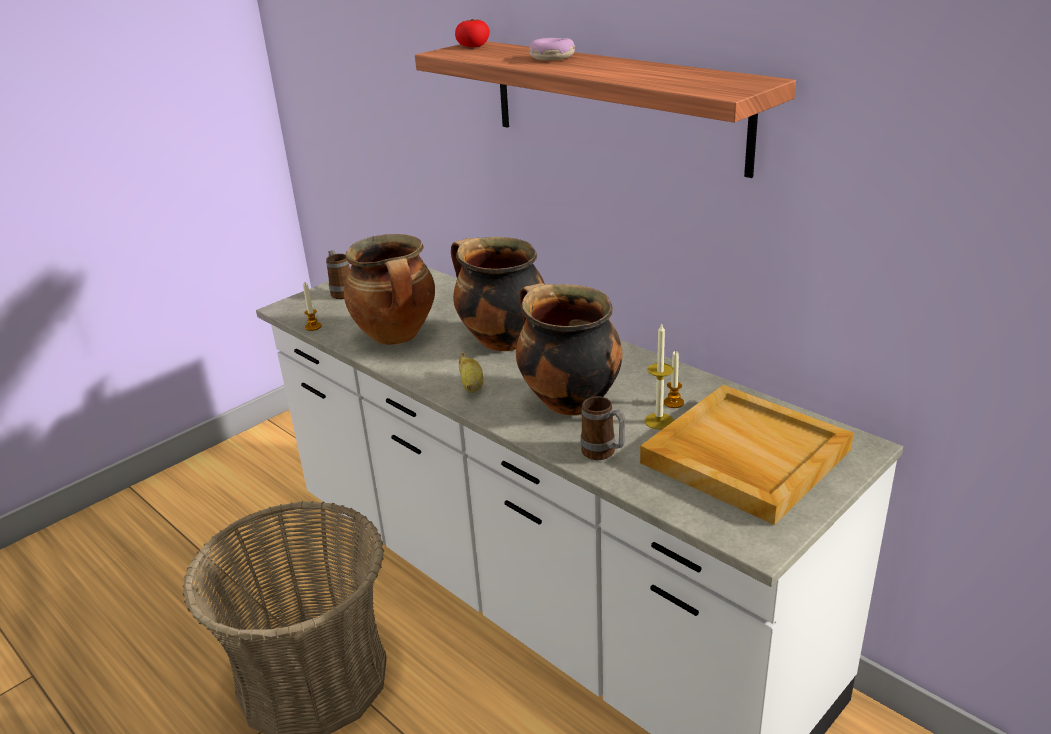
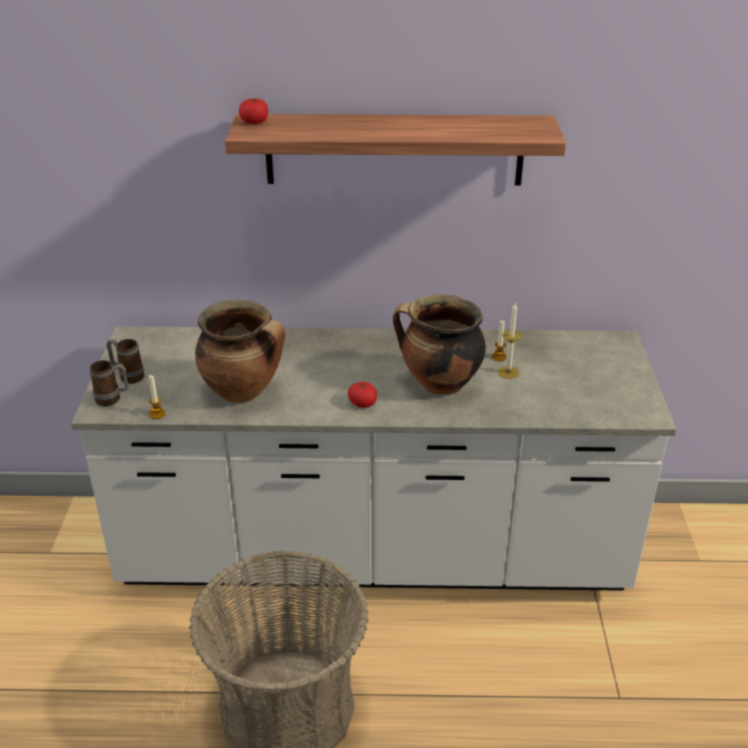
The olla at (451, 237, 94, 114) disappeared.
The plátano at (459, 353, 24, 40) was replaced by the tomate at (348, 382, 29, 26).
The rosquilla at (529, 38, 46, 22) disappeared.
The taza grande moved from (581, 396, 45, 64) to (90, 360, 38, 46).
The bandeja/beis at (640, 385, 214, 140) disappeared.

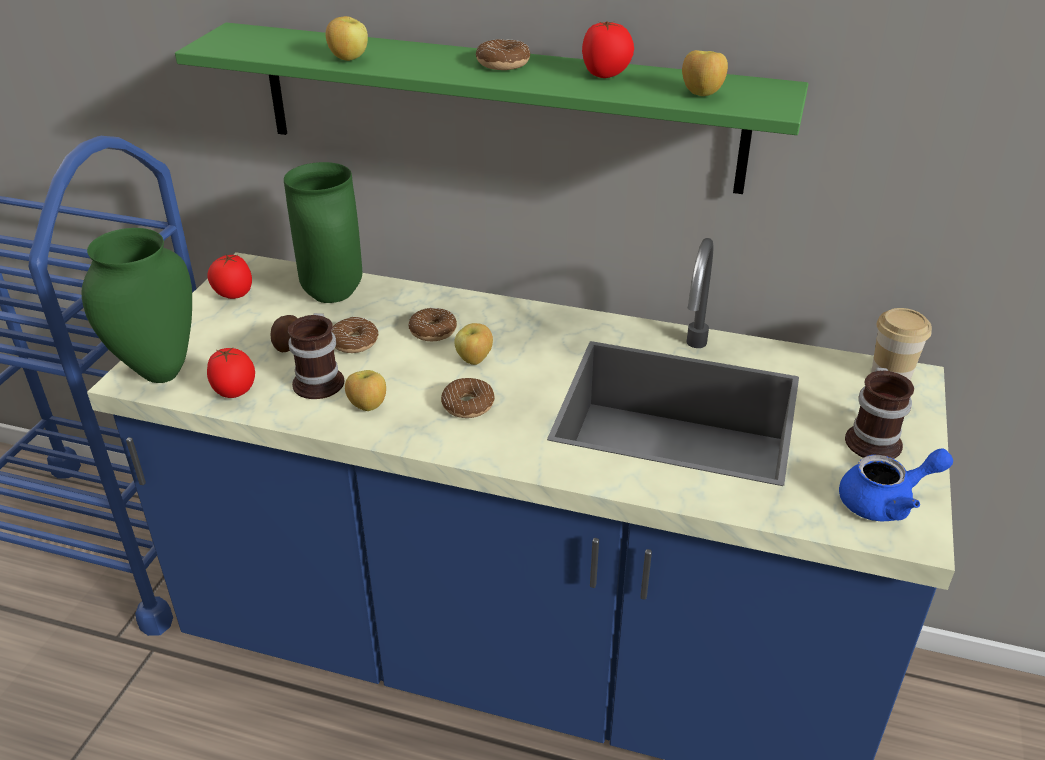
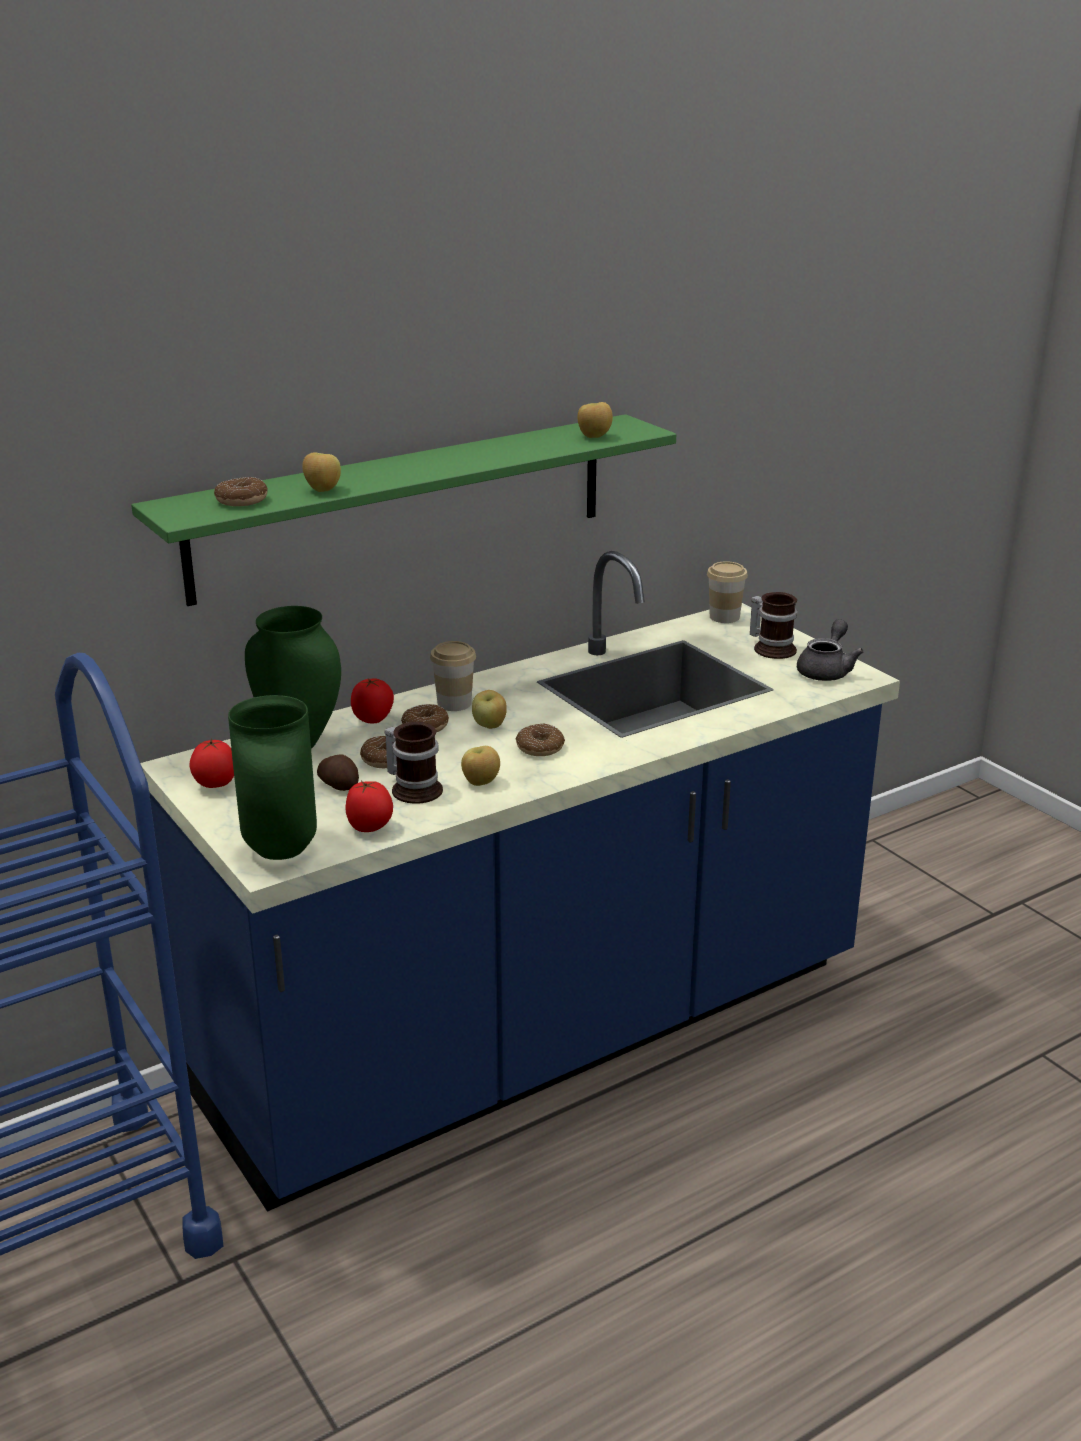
The rosquilla moved from (476, 39, 54, 31) to (214, 477, 54, 29).
The tomate moved from (582, 21, 52, 57) to (351, 679, 43, 44).
The tetera/azul at (839, 448, 114, 74) became the tetera/gris at (797, 619, 67, 62).
The taza at (430, 641, 46, 70) appeared.

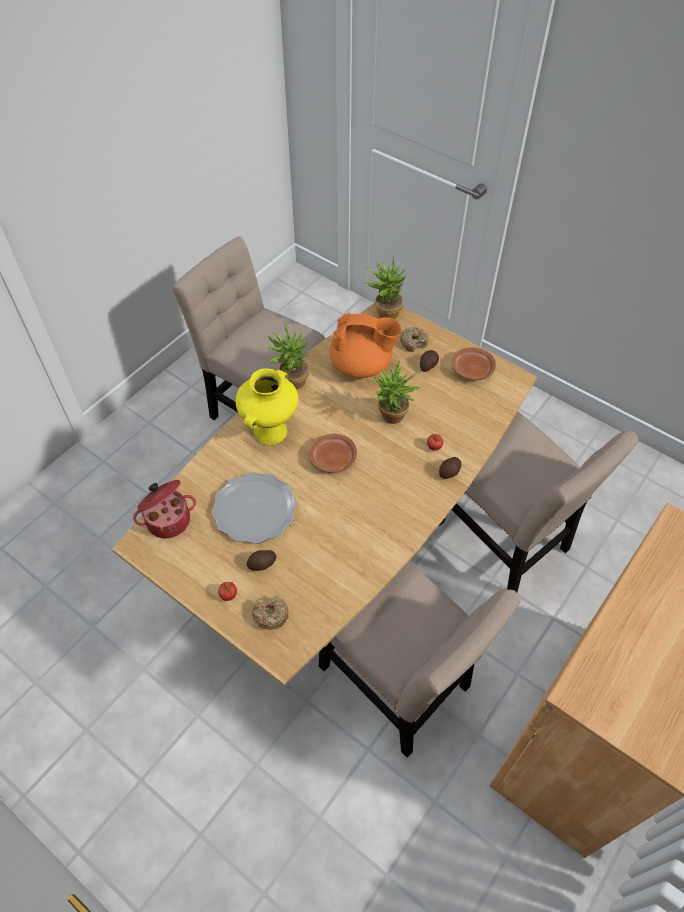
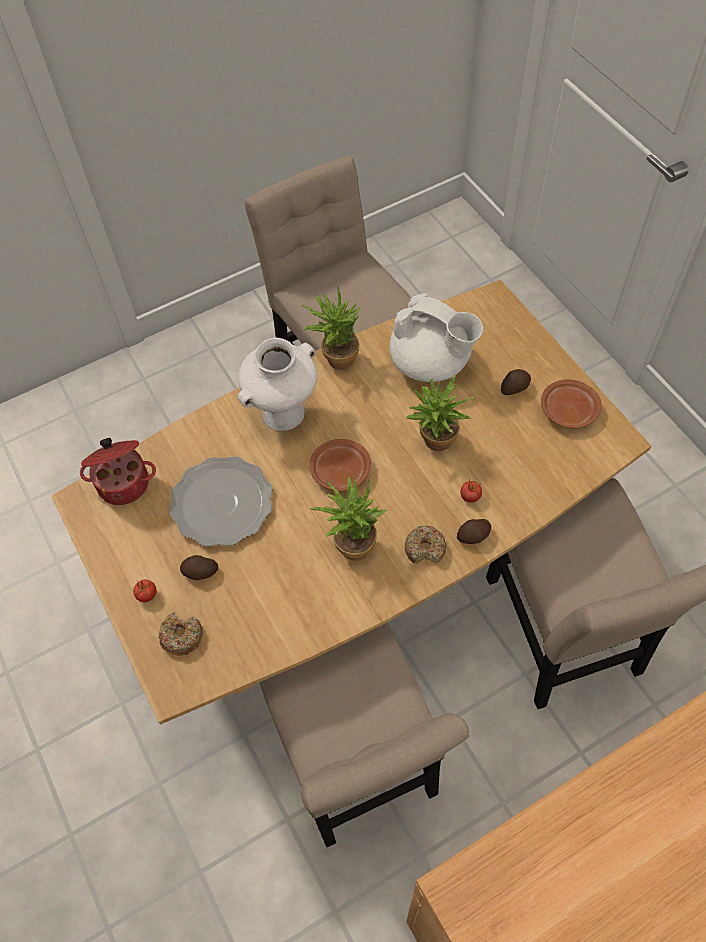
The florero/amarillo at (236, 368, 62, 77) became the florero/blanco at (237, 338, 80, 93).
The tetera/naranja at (330, 313, 72, 65) became the tetera/blanco at (390, 293, 93, 89).
The planta en maceta moved from (364, 256, 43, 64) to (311, 477, 75, 84).
The rosquilla moved from (400, 327, 29, 25) to (405, 525, 41, 39).

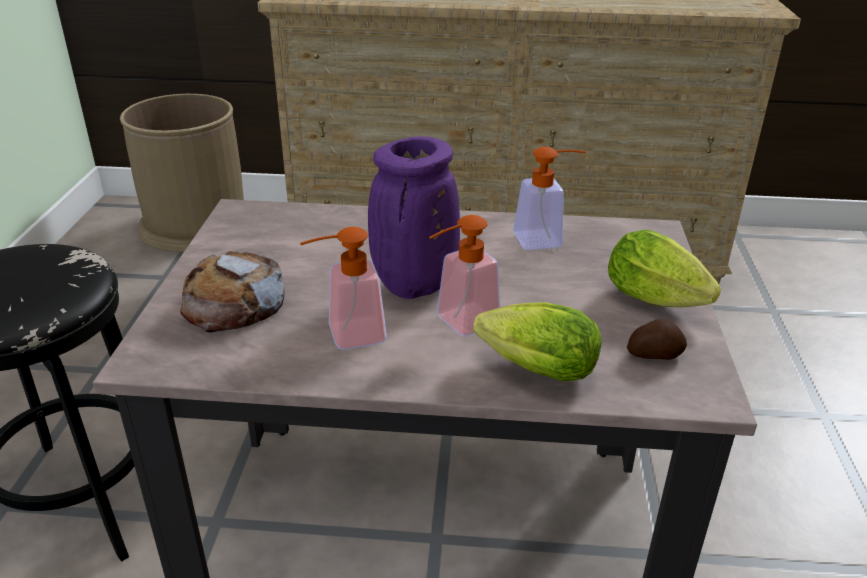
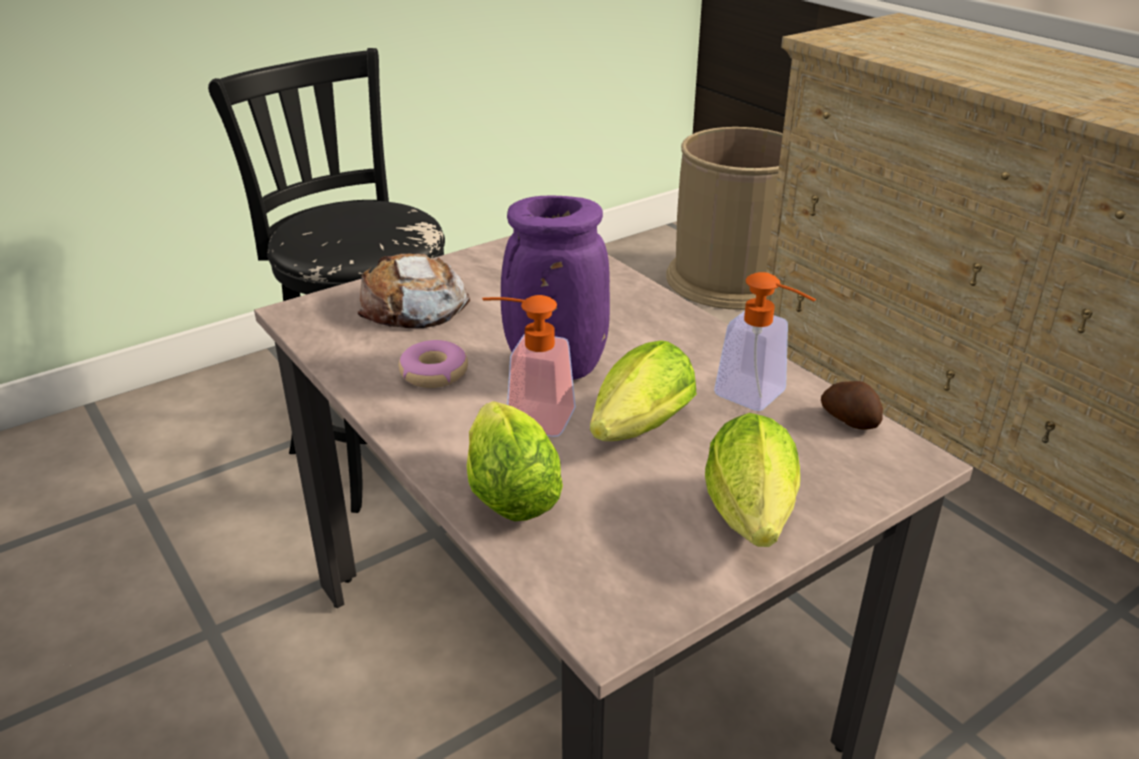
The dispensador de jabón at (300, 227, 87, 123) was replaced by the rosquilla at (399, 340, 69, 48).
The patata moved from (627, 319, 60, 41) to (821, 381, 62, 49).
The lechuga at (590, 340, 106, 101) appeared.

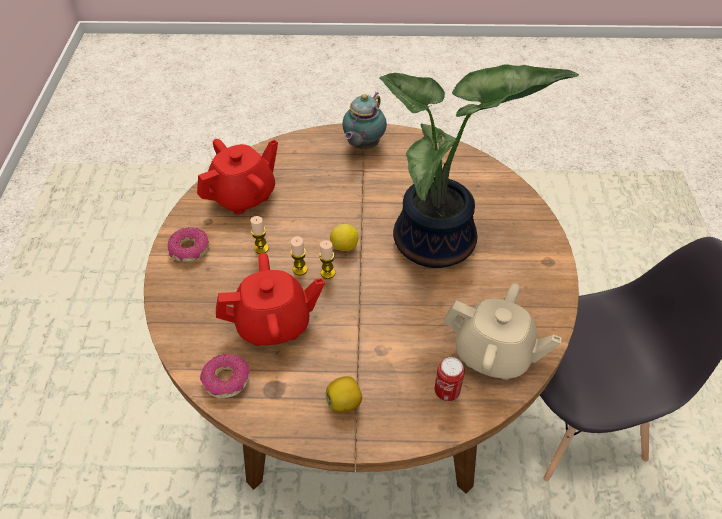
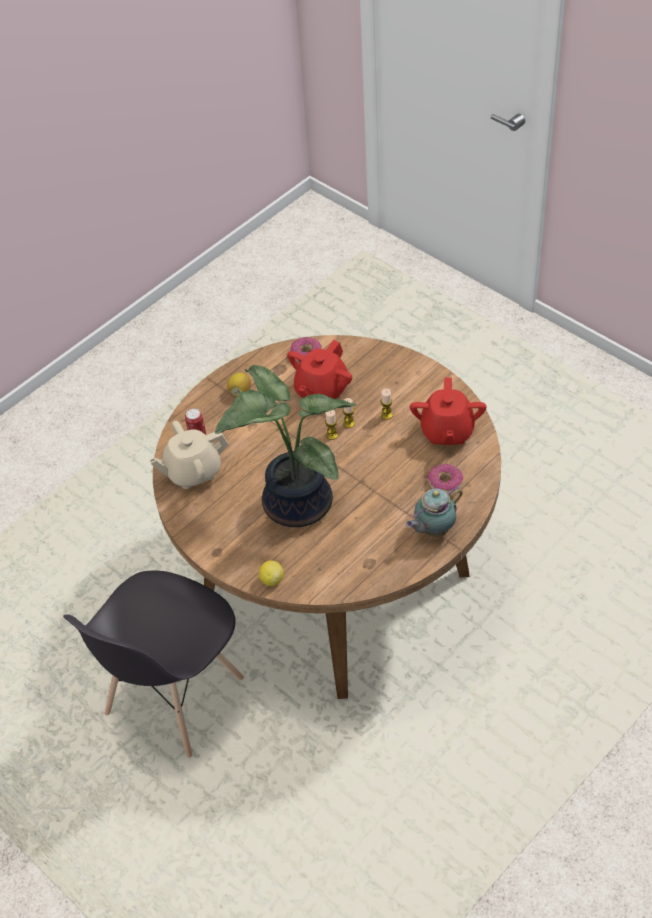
The rosquilla moved from (168, 227, 41, 35) to (427, 464, 37, 29).
The limón moved from (330, 224, 28, 27) to (259, 560, 25, 26).
The tetera at (343, 92, 44, 57) turned 105 degrees counterclockwise.

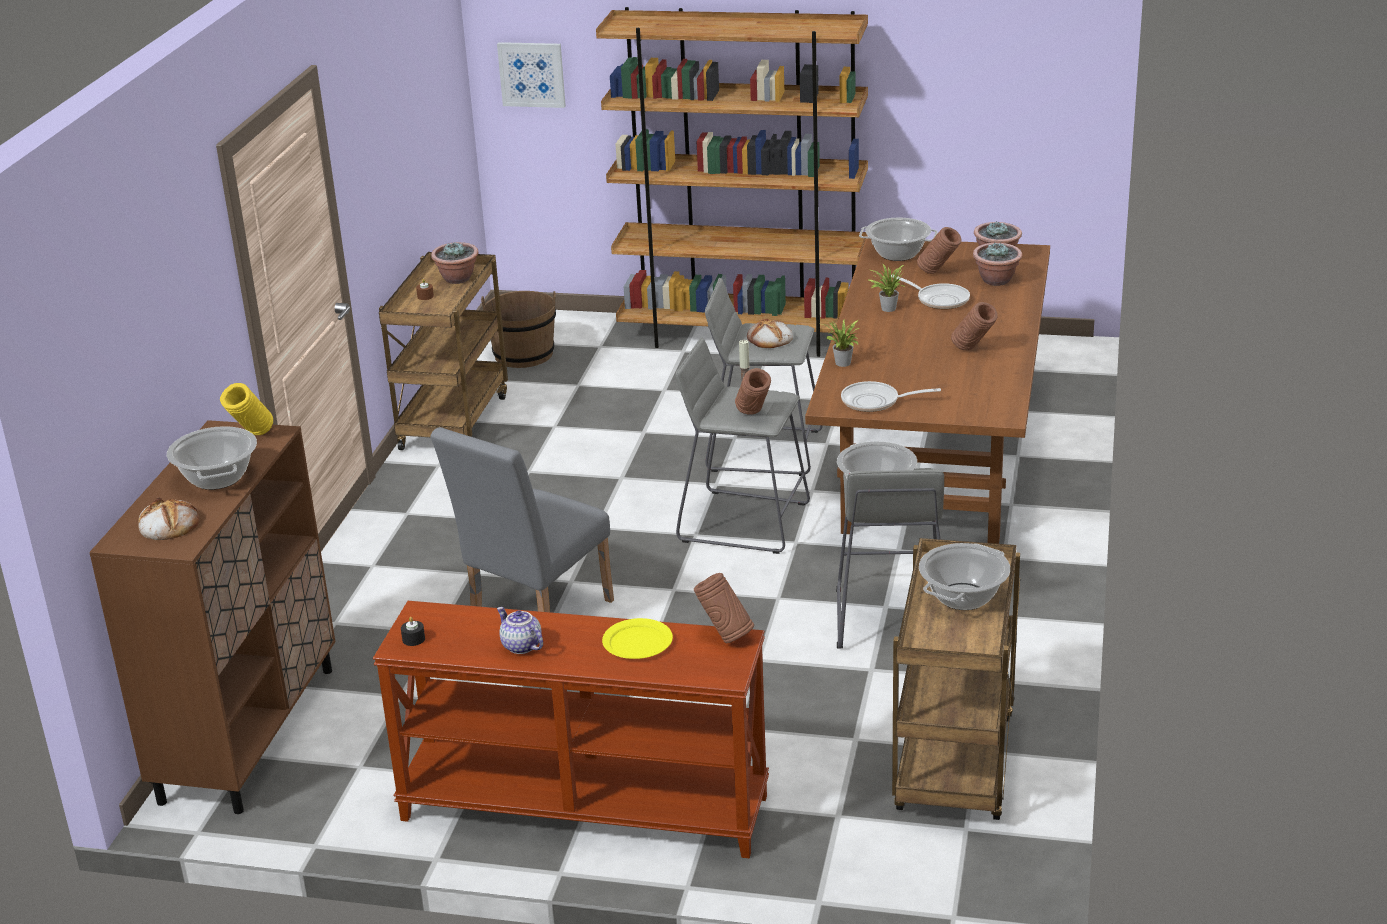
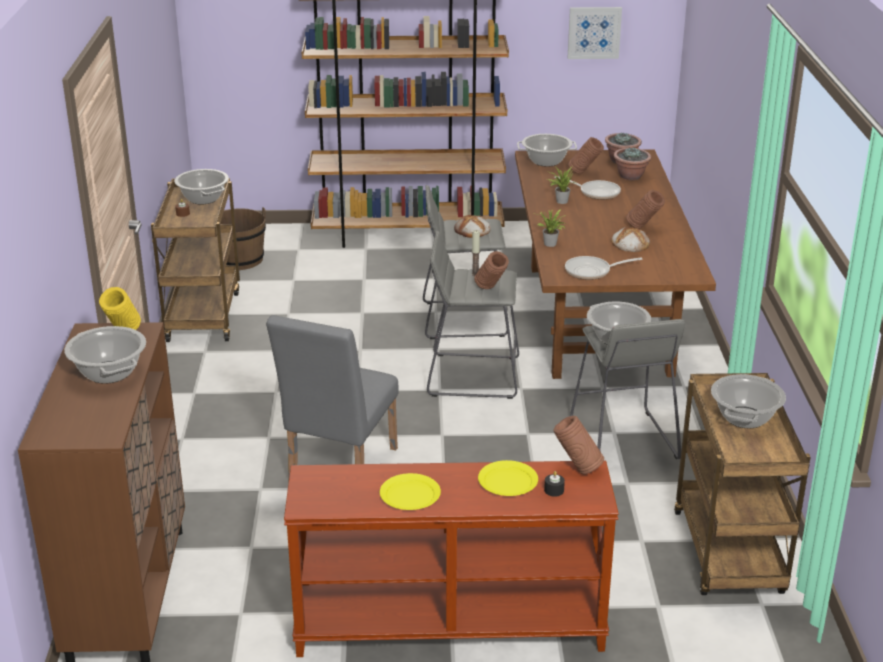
The pan moved from (138, 497, 61, 43) to (611, 227, 39, 25).
The vela/negro moved from (401, 617, 24, 29) to (544, 471, 21, 26).
The planta en maceta at (431, 242, 47, 42) was replaced by the olla at (174, 169, 55, 35).
The cuadro moved from (497, 42, 69, 66) to (568, 7, 54, 52).
The tetera at (497, 607, 46, 47) was replaced by the plato/amarillo at (380, 473, 61, 37).

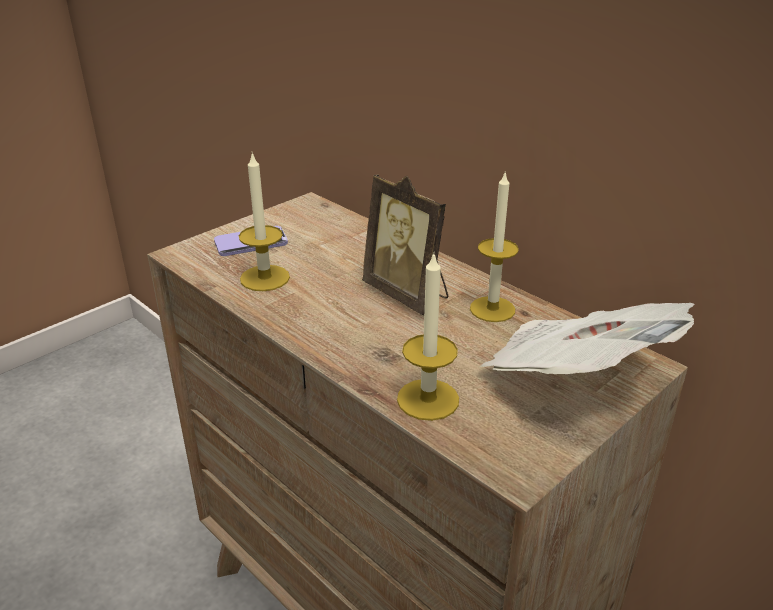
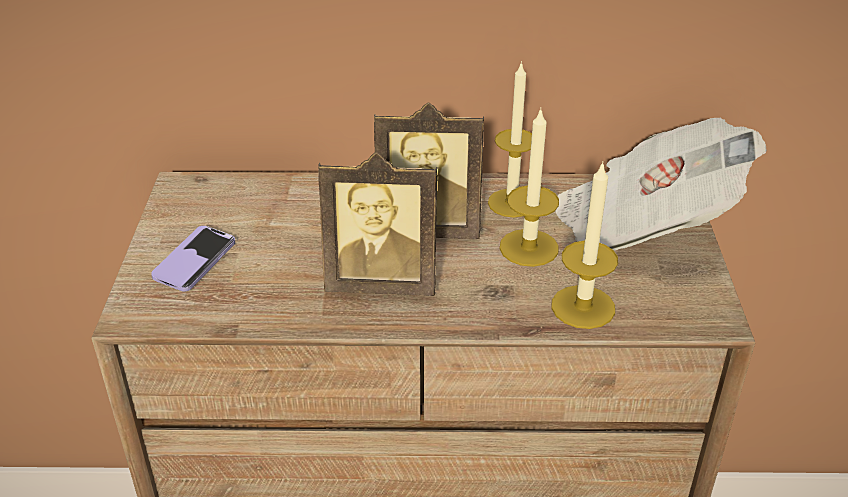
The vela moved from (239, 153, 51, 138) to (500, 107, 59, 160).
The portarretratos at (318, 152, 119, 144) appeared.

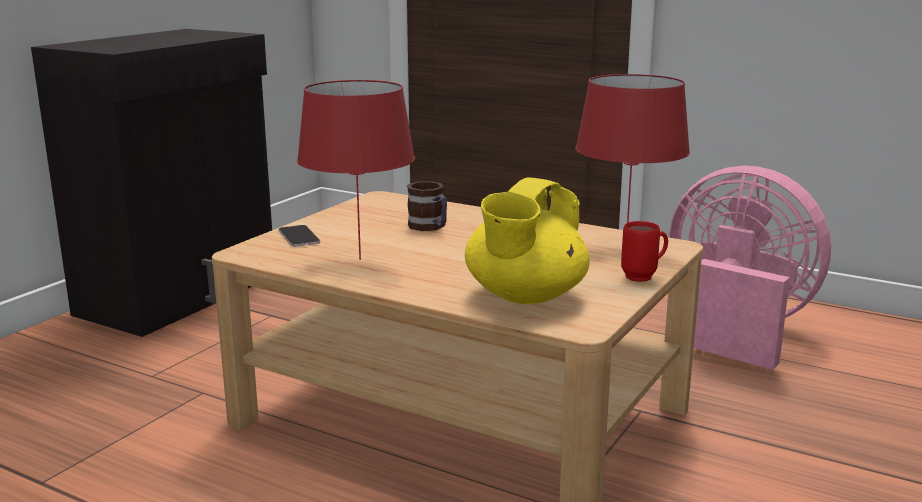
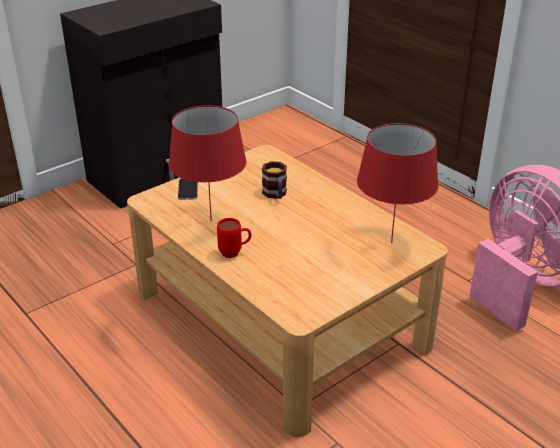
The tetera/amarillo at (465, 177, 124, 127) disappeared.
The taza grande/rojo moved from (621, 221, 47, 61) to (217, 218, 34, 40).

